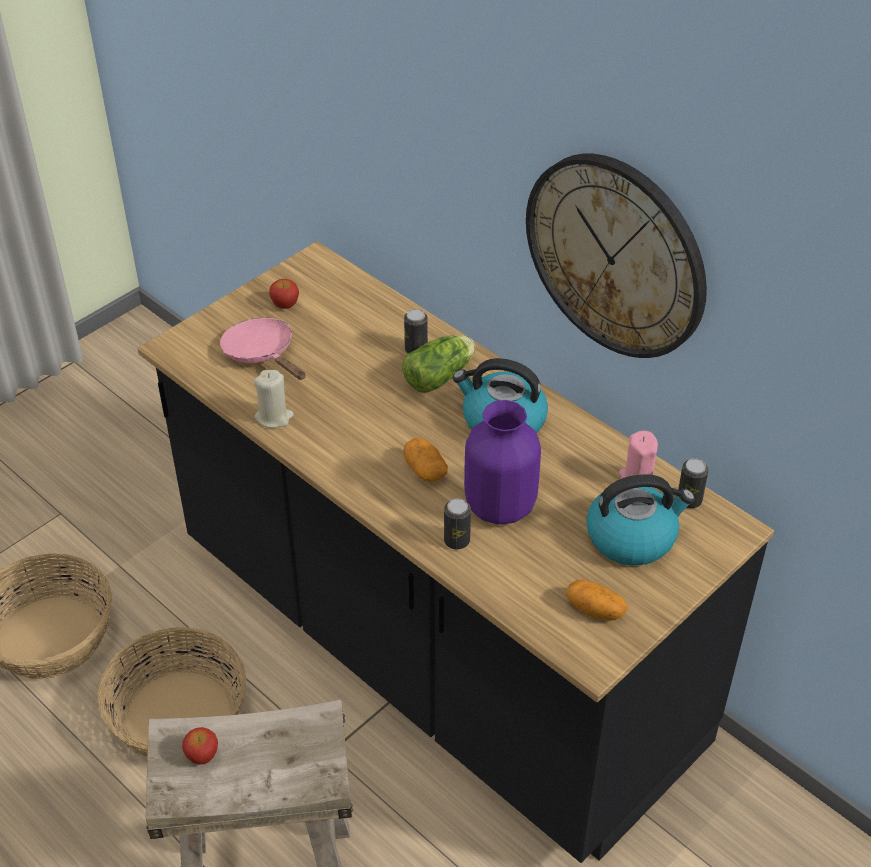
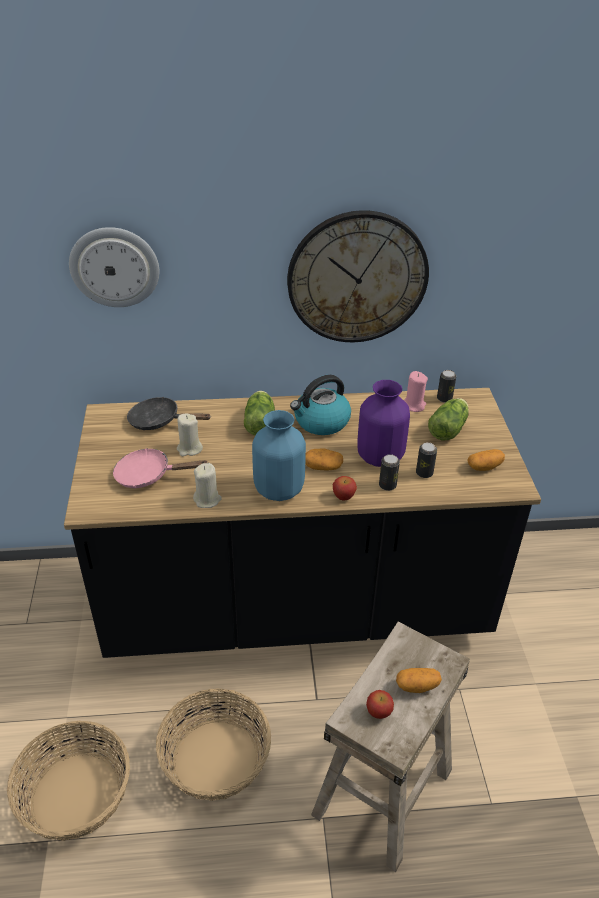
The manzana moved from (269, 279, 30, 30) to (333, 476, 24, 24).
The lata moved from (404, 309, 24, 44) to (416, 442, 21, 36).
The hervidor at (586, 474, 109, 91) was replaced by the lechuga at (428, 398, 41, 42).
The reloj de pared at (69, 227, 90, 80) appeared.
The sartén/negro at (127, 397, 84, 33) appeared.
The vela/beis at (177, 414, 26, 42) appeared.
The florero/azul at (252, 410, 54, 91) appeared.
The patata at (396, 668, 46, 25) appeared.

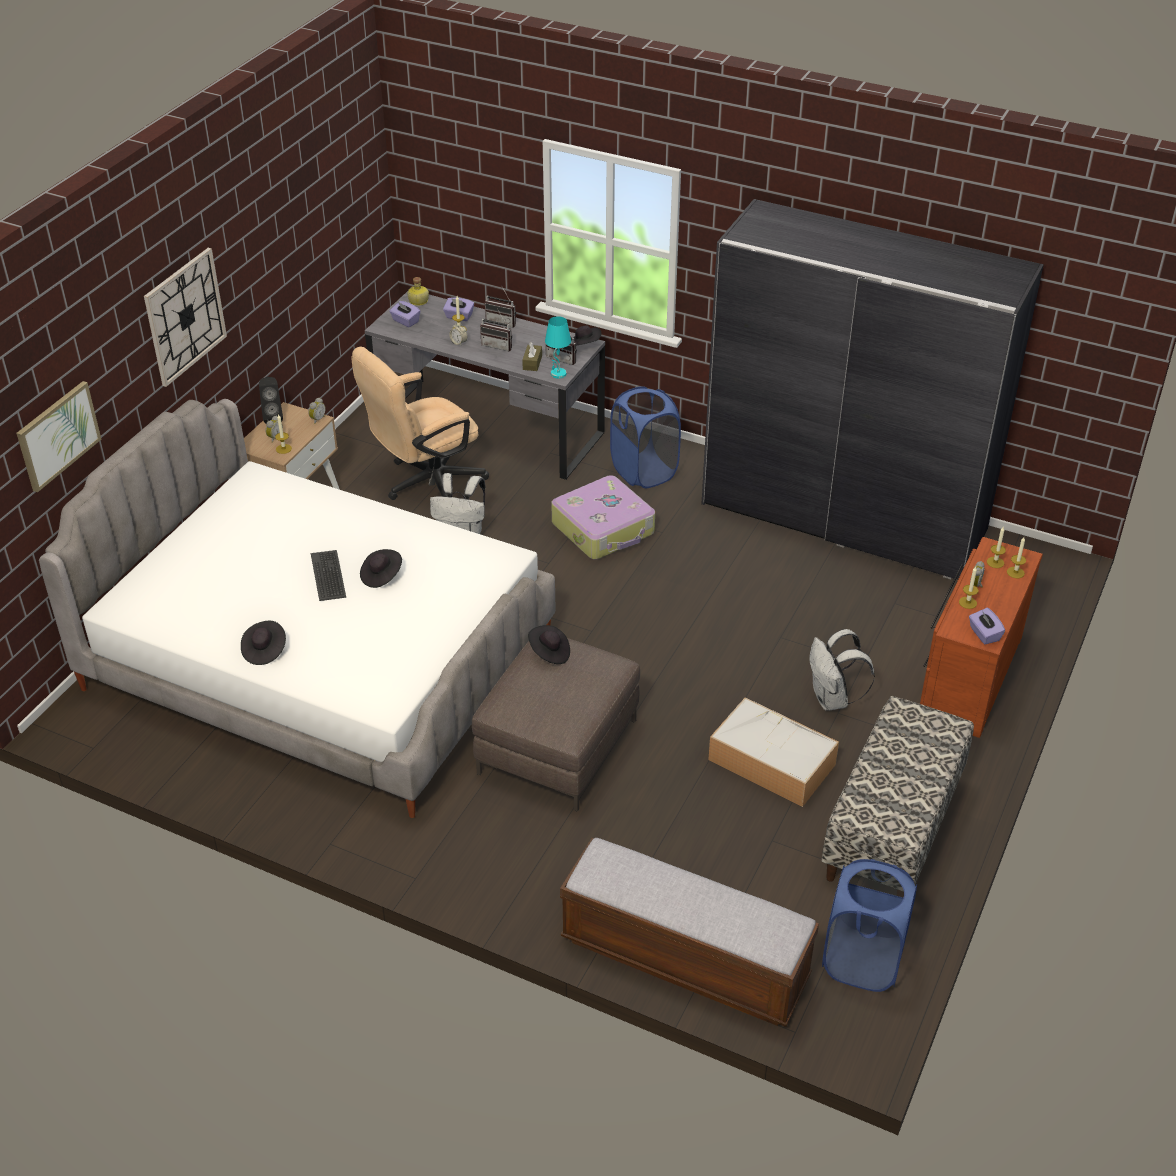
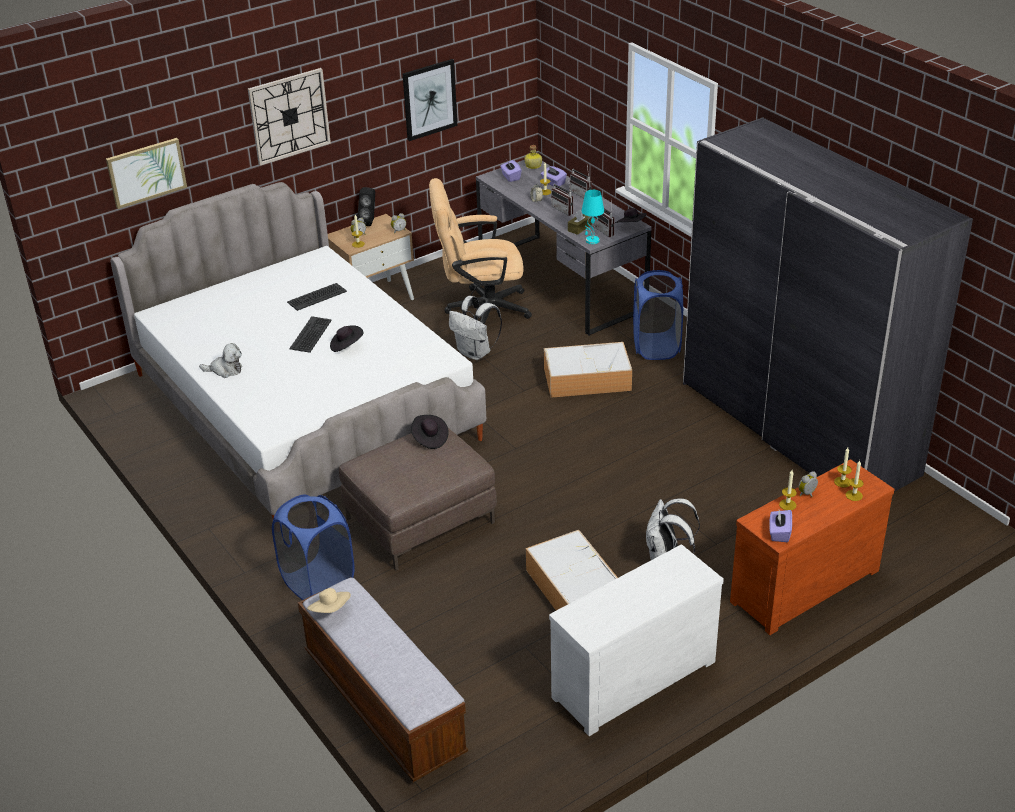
The sombrero/negro at (241, 621, 45, 44) was replaced by the peluche at (199, 343, 43, 35).
The maleta at (551, 475, 104, 84) was replaced by the caja de almacenaje at (544, 342, 88, 56).
The banco at (822, 696, 152, 189) was replaced by the cómoda/blanco at (549, 544, 175, 192).
The cesto de la ropa/azul moved from (822, 859, 95, 133) to (272, 494, 83, 106).
The teclado at (287, 283, 60, 28) appeared.
The sombrero/beis at (307, 588, 44, 25) appeared.
The cuadro at (403, 59, 54, 82) appeared.

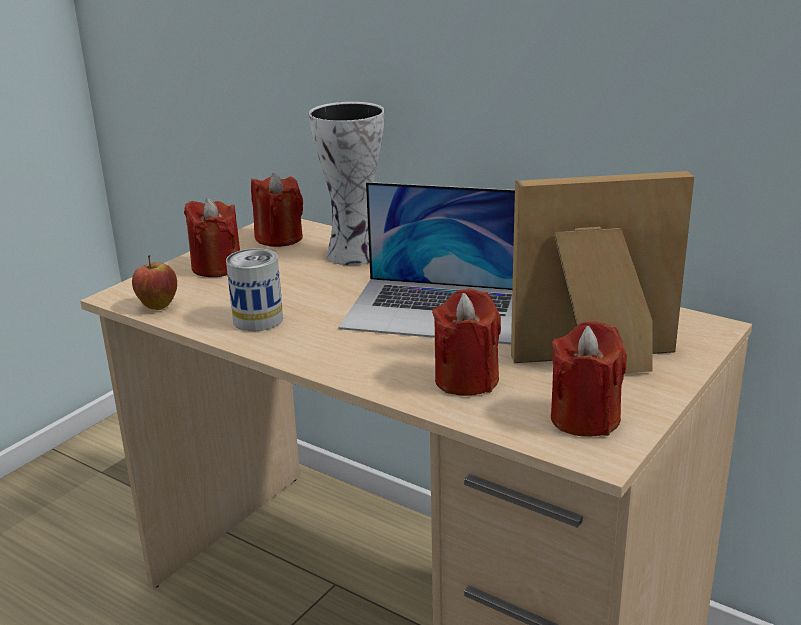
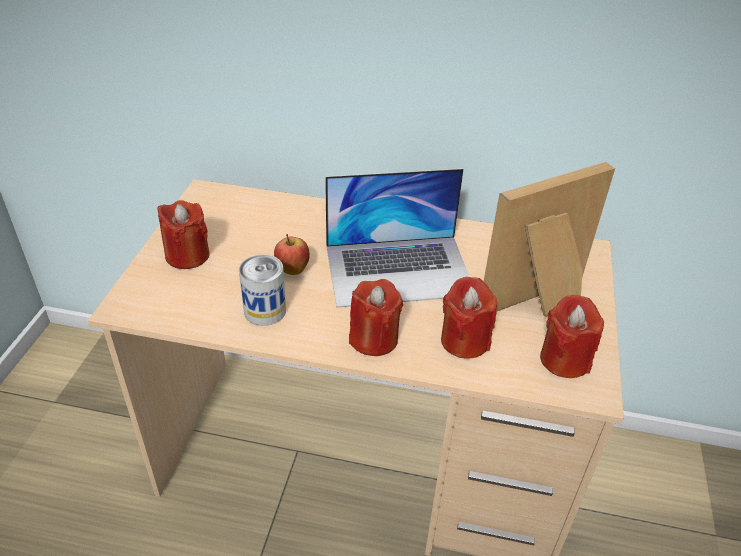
The manzana moved from (132, 255, 45, 55) to (274, 234, 36, 41).
The vela/rojo moved from (251, 173, 52, 74) to (349, 279, 54, 77).
The florero at (309, 102, 75, 163) disappeared.

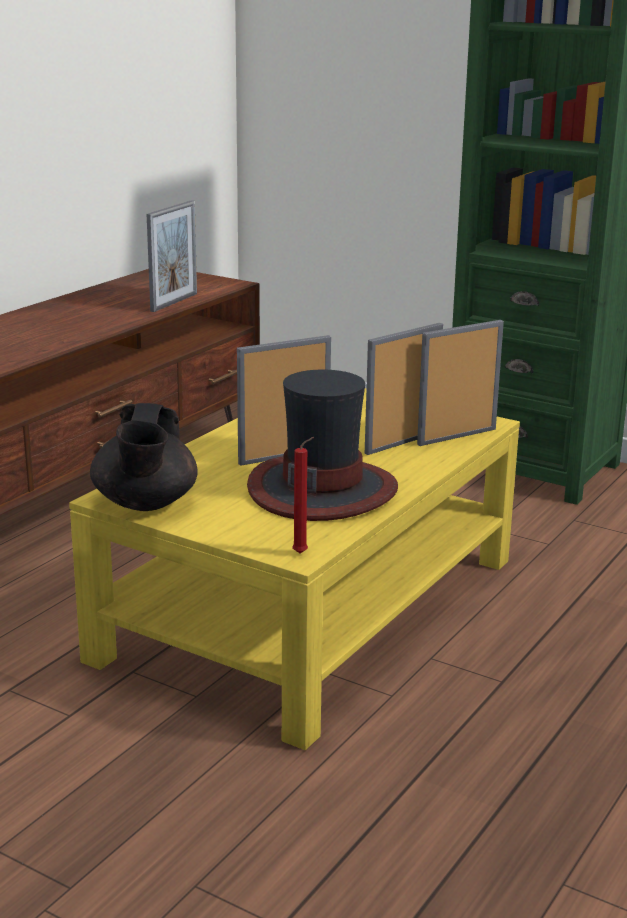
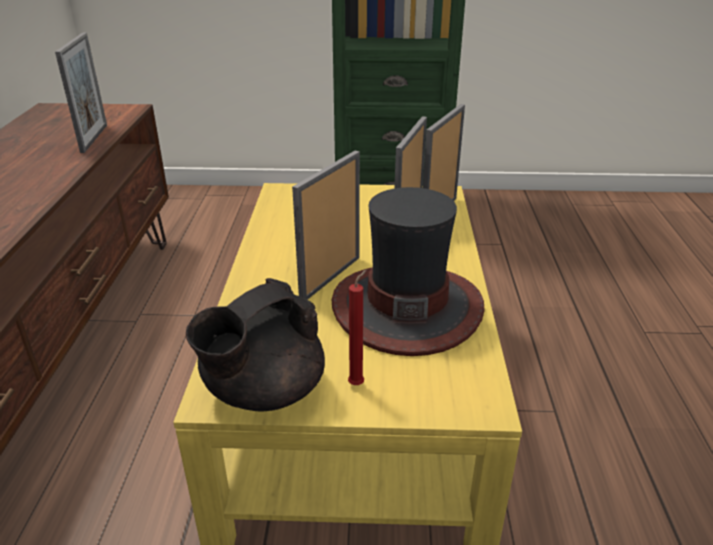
The tetera/negro at (90, 403, 107, 108) turned 75 degrees clockwise.
The vela/rojo moved from (292, 437, 22, 116) to (348, 269, 19, 116).

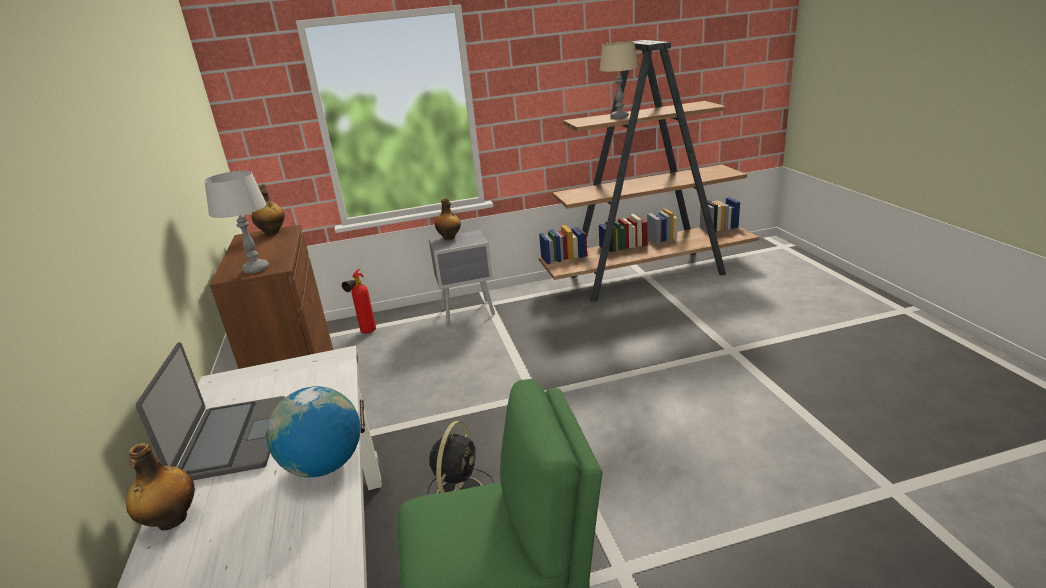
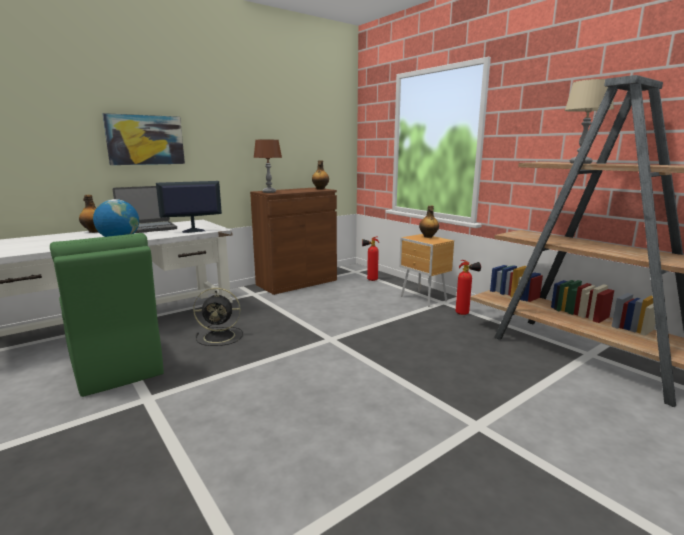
The lámpara de mesa/gris at (204, 171, 65, 103) became the lámpara de mesa/marrón at (253, 140, 29, 53).
The mesita de noche/gris at (429, 230, 66, 94) became the mesita de noche/marrón at (399, 234, 55, 73).
The cuadro at (102, 113, 83, 52) appeared.
The monitor at (156, 181, 66, 52) appeared.
The extintor at (456, 260, 25, 55) appeared.

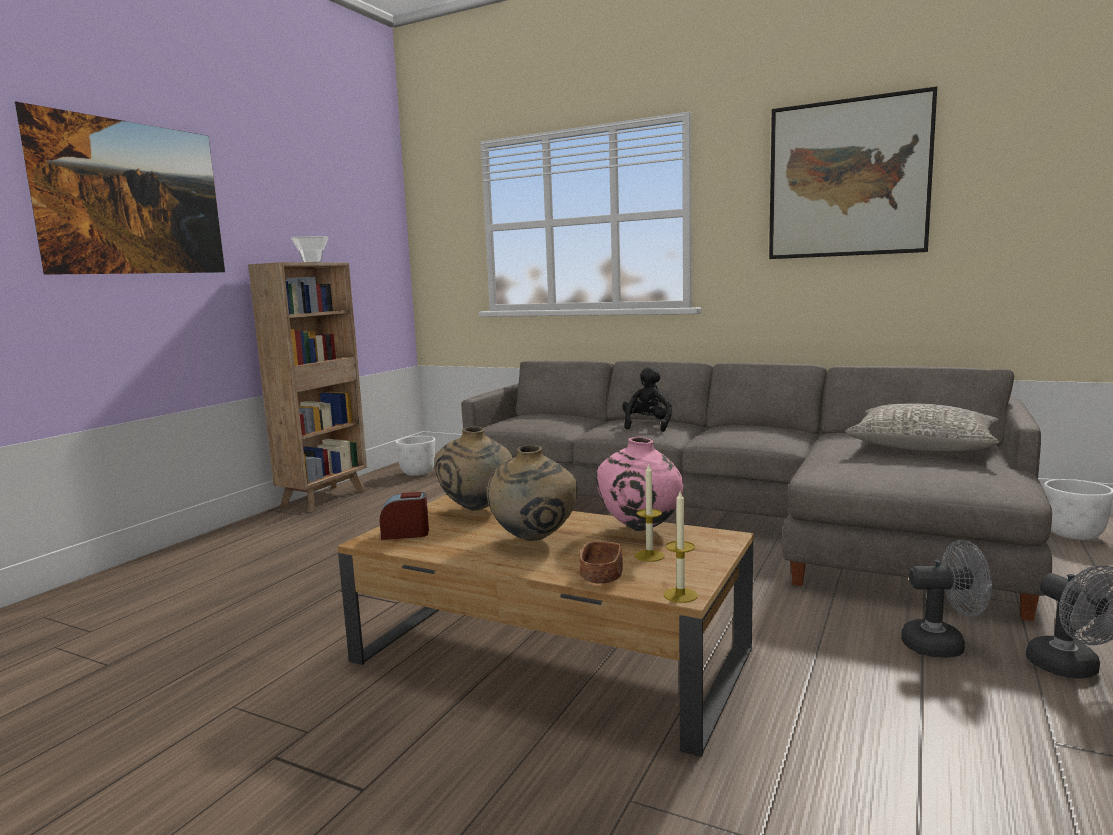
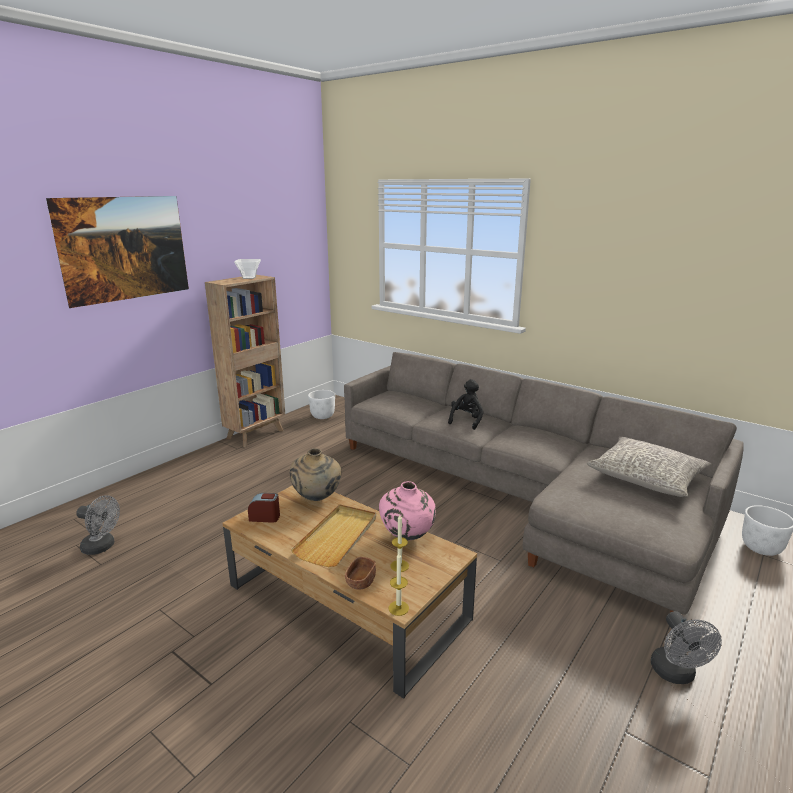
The florero/beis at (487, 445, 90, 96) was replaced by the bandeja/beis at (291, 504, 85, 63).
The cuadro at (769, 86, 168, 173) disappeared.
The ventilador/gris moved from (901, 540, 91, 118) to (76, 495, 44, 60).

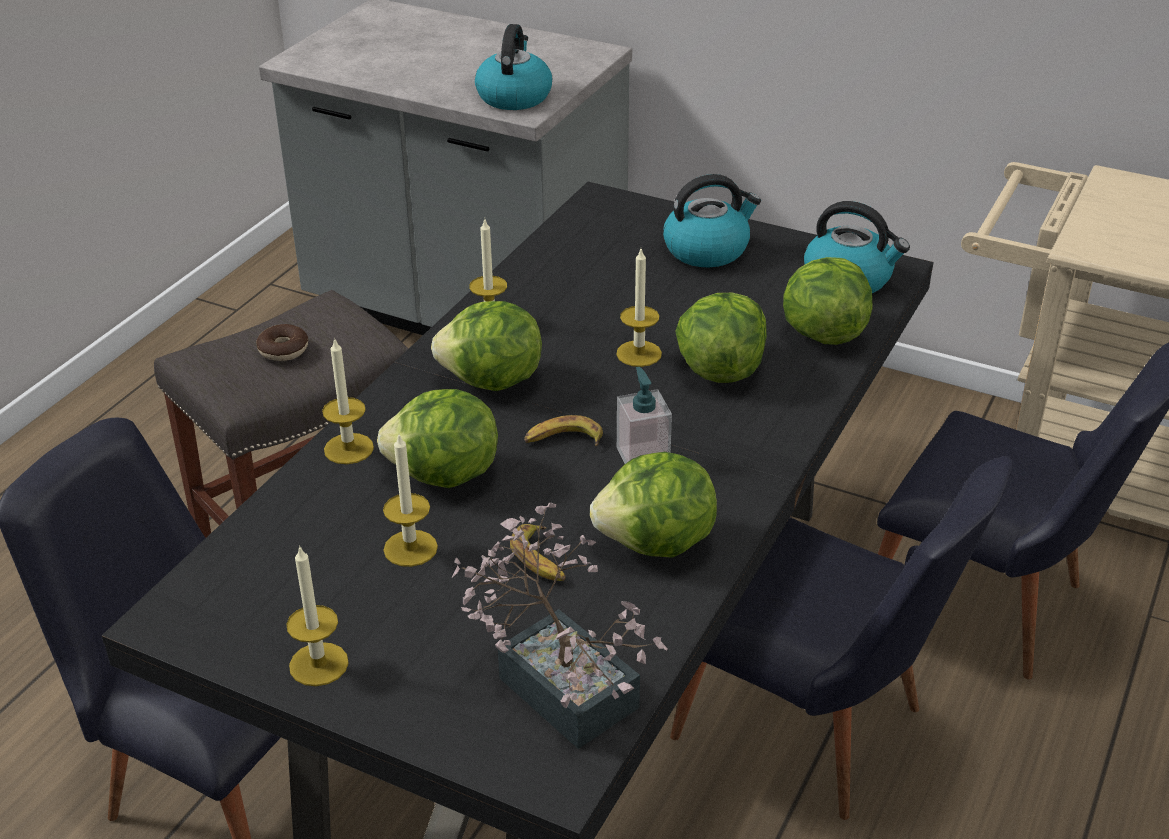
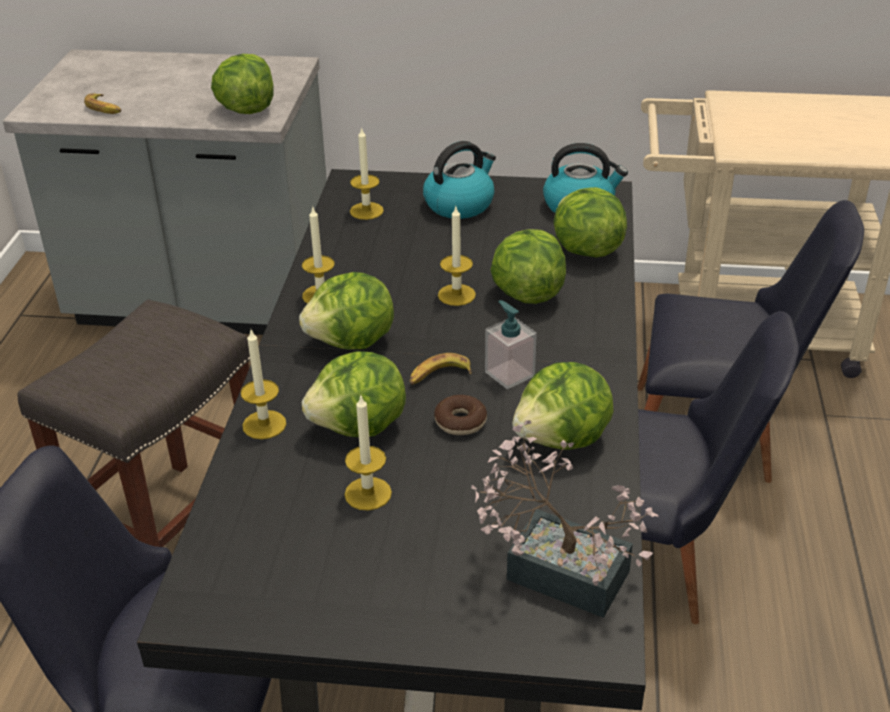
The rosquilla moved from (256, 324, 52, 37) to (434, 395, 53, 40).
The vela moved from (286, 545, 63, 141) to (350, 127, 34, 93).
The hervidor at (475, 24, 77, 86) was replaced by the lechuga at (211, 54, 62, 60).
The plátano moved from (510, 524, 56, 57) to (84, 93, 37, 21).

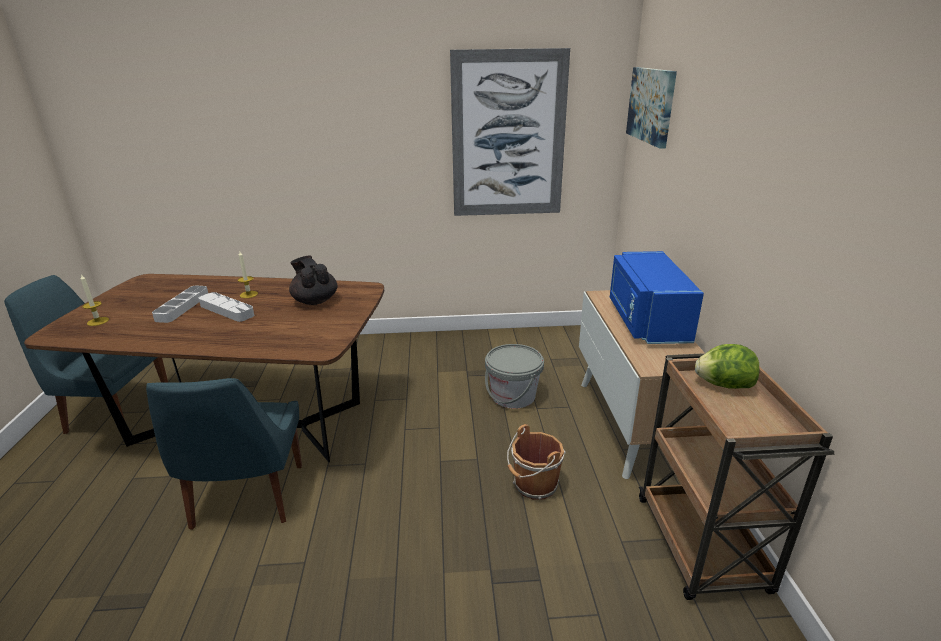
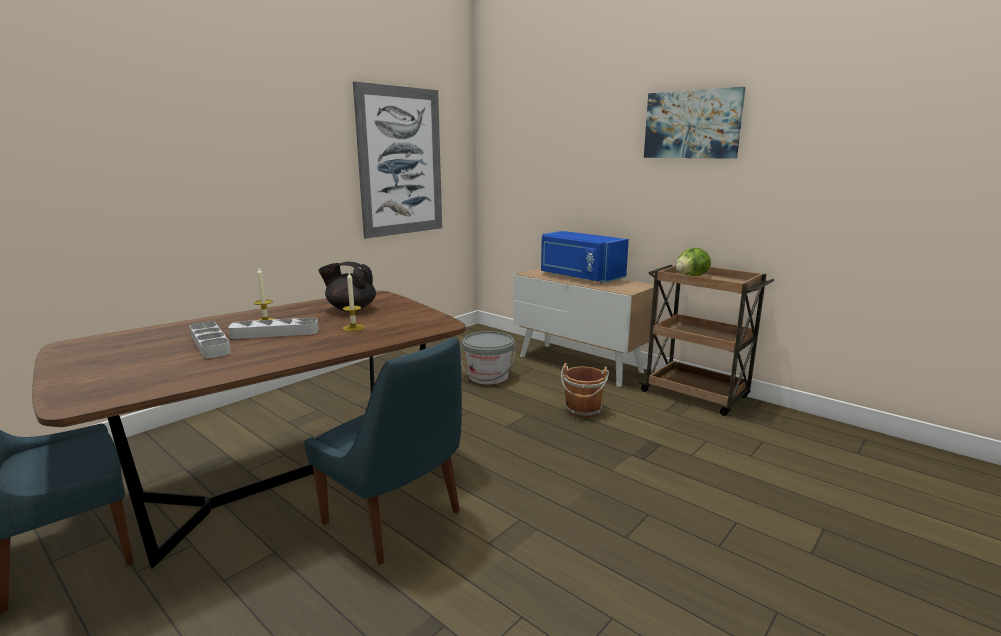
The vela moved from (81, 274, 28, 52) to (343, 273, 21, 58).
The cuadro moved from (626, 67, 51, 82) to (644, 87, 101, 72).

